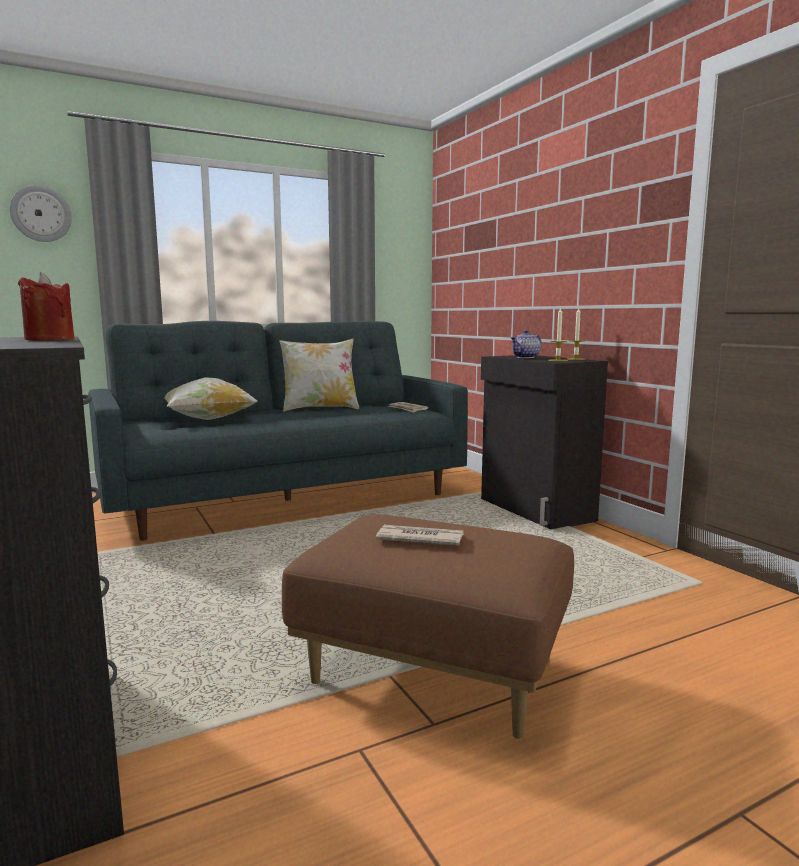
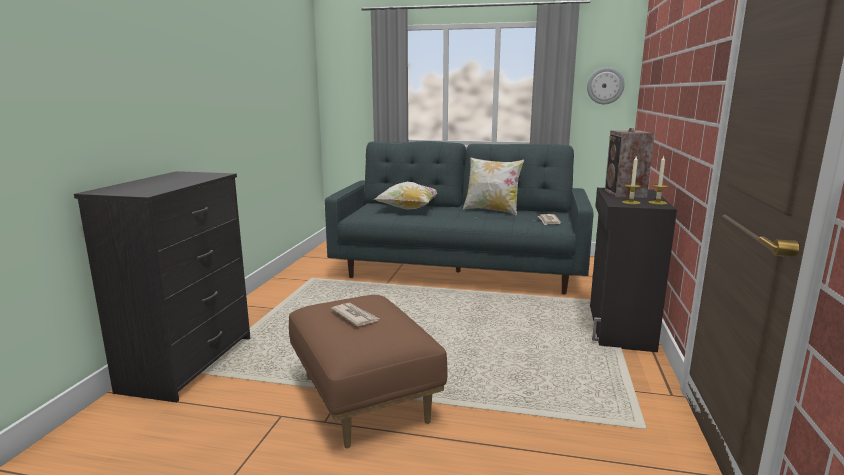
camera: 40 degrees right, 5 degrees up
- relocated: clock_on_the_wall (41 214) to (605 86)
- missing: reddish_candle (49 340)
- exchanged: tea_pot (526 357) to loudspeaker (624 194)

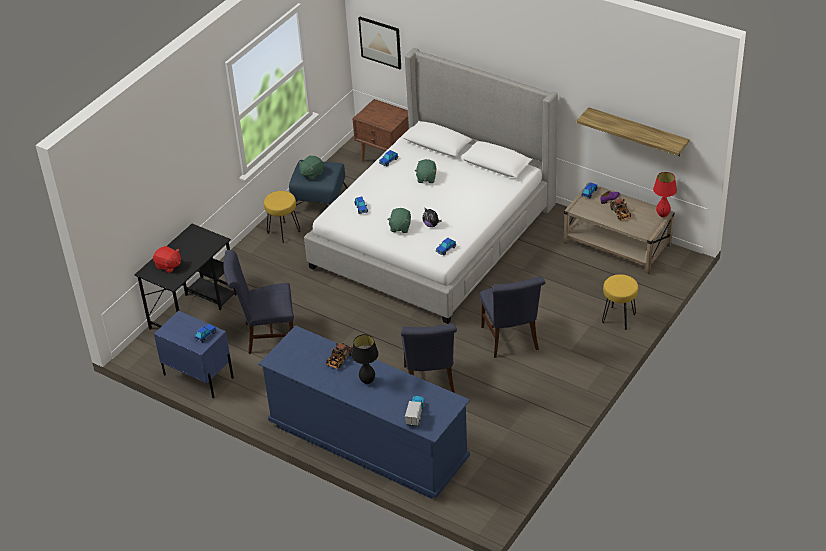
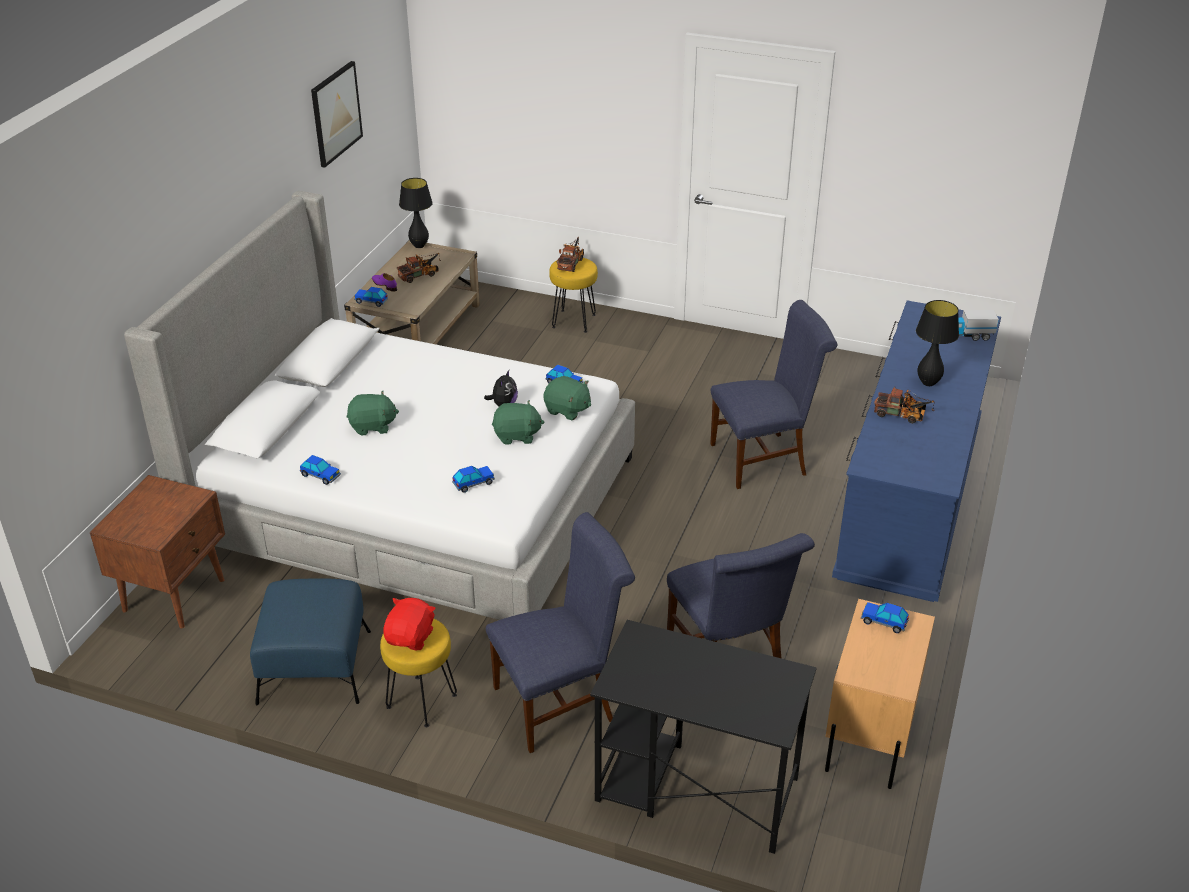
camera: 105 degrees left, 5 degrees down
- relocated: wall_art (380 42) to (336 113)
- missing: bracket_shelf (637 132)
- relocated: green_cuddly_toy (311 173) to (567 410)
- colour: reddish_table_lamp (663 215) to black_table_lamp (419 246)
- relocated: reddish_cuddly_toy (168 266) to (411 637)
- relocated: bluish_upright_chair (511 340) to (561 702)
- colour: bluish_night_table (198 376) to sand-coloured_night_table (869 733)
- appeared: toy_truck (571 263)

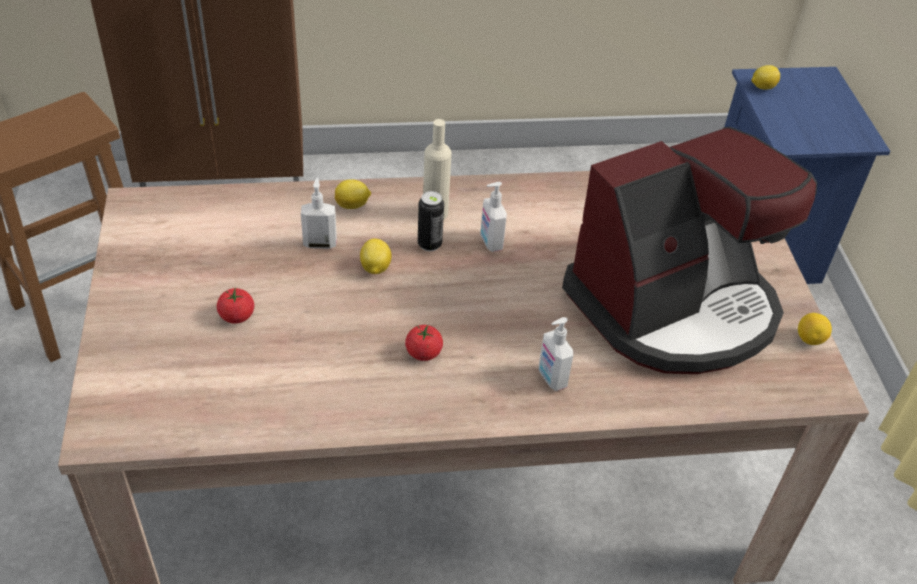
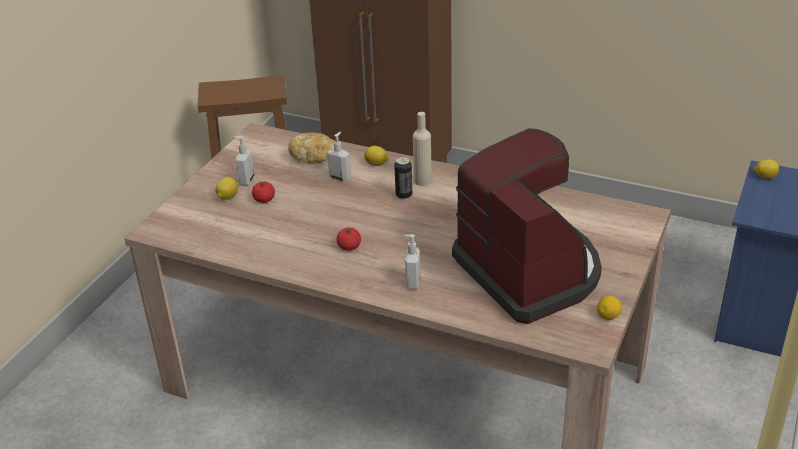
camera: 35 degrees right, 10 degrees down
- spun: coffee_machine (674 307) = (529 271) 120 degrees counterclockwise
- relocated: liquid_soap_bottle (490 242) to (246 180)
- relocated: lemon (375 268) to (227 197)
- appeared: baked_bread (314 157)

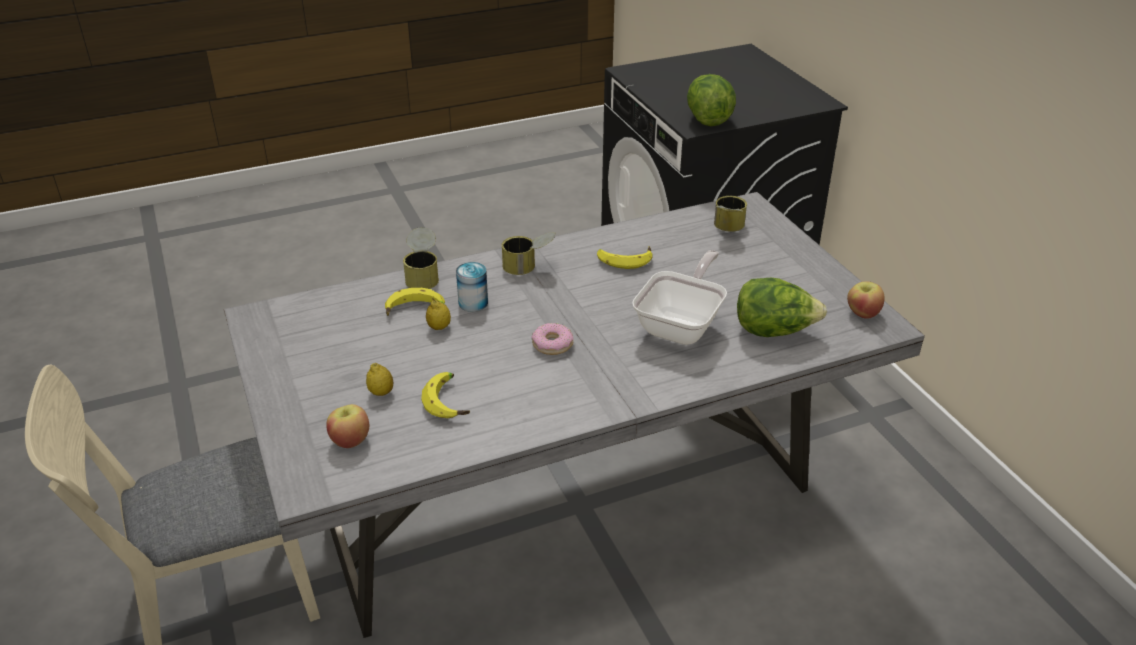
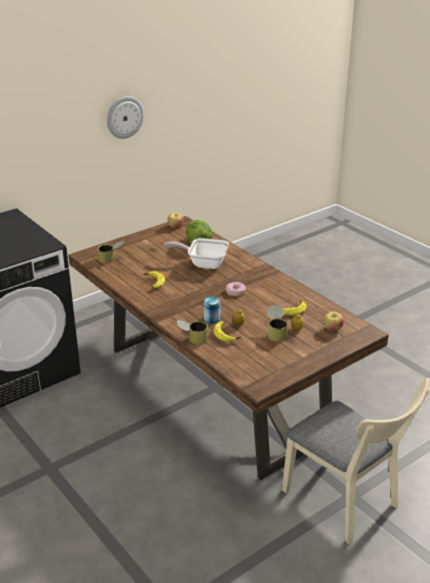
camera: 105 degrees left, 5 degrees down
- missing: head_of_lettuce (708 118)
- colour: greyish_dinner_table (569 499) to brown_dinner_table (213 391)
- relocated: can (528 267) to (276 332)
- appeared: clock_on_the_wall (124 117)

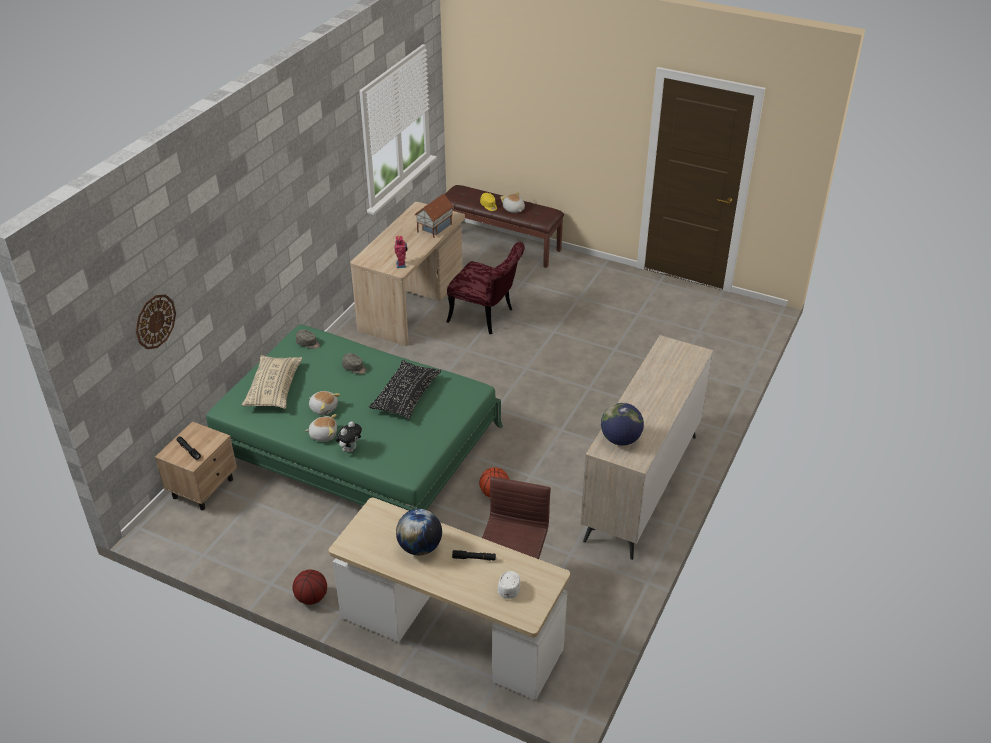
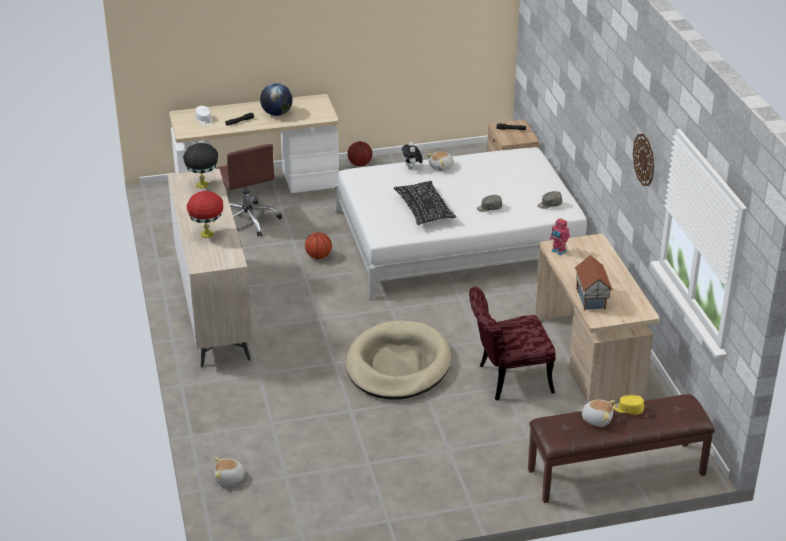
camera: 140 degrees right, 5 degrees down
- relocated: clock_on_the_wall (155 321) to (644 159)
- colour: green_sleeping_bed (356 443) to white_sleeping_bed (458 239)
- missing: sand-coloured_pillow (274 389)
- relocated: cuddly_toy (324 408) to (230 478)
- exchanged: globe (620 439) to black_table_lamp (203 184)
- appeared: reddish_table_lamp (207 234)
- appeared: sand-coloured_dog_bed (398 365)

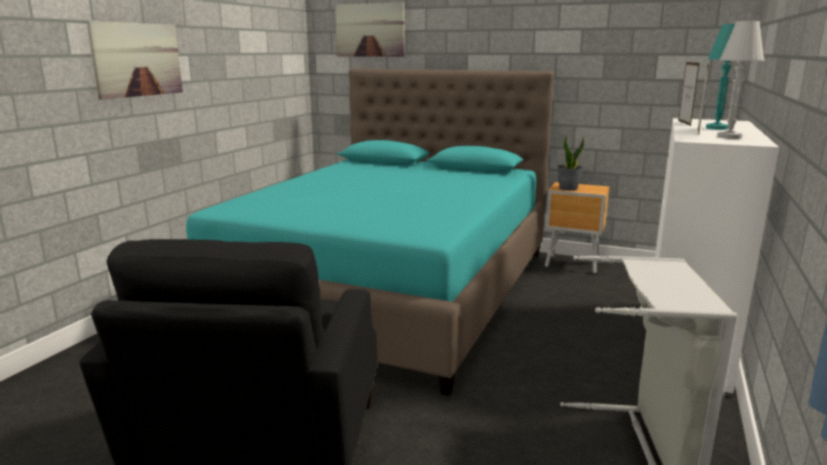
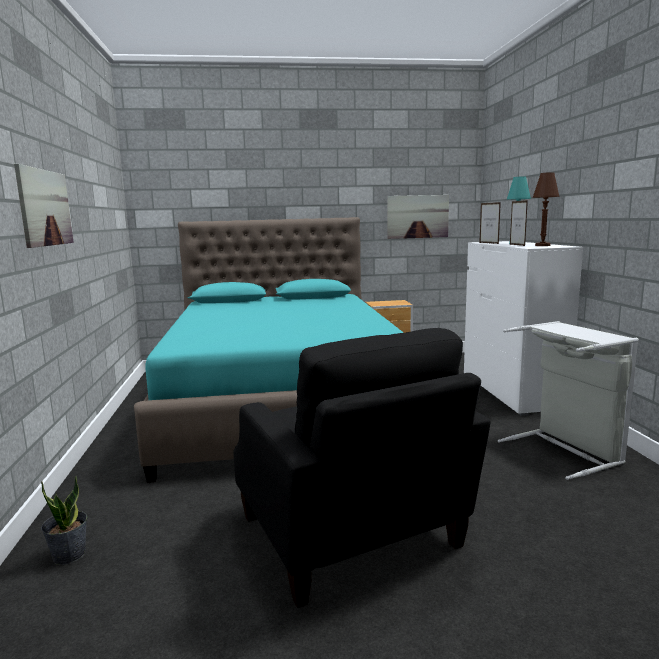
camera: 30 degrees left, 5 degrees down
- relocated: wall_art (370 30) to (417 216)
- colour: white_table_lamp (729 137) to brown_table_lamp (542 245)
- relocated: potted_plant (568 188) to (69 555)

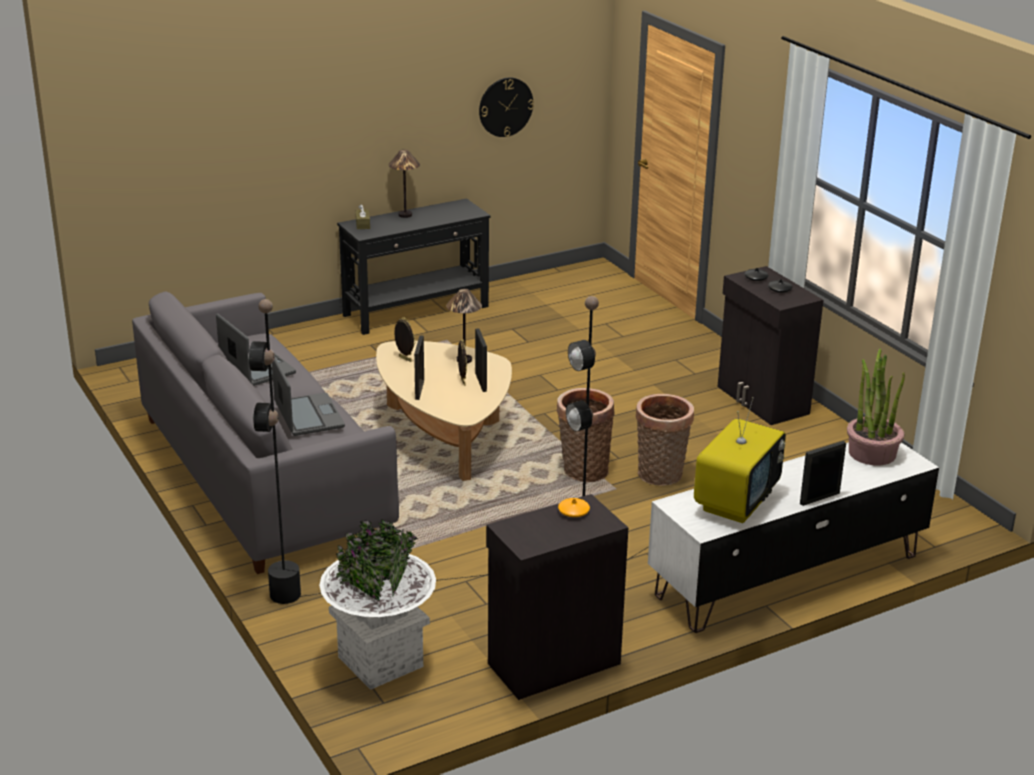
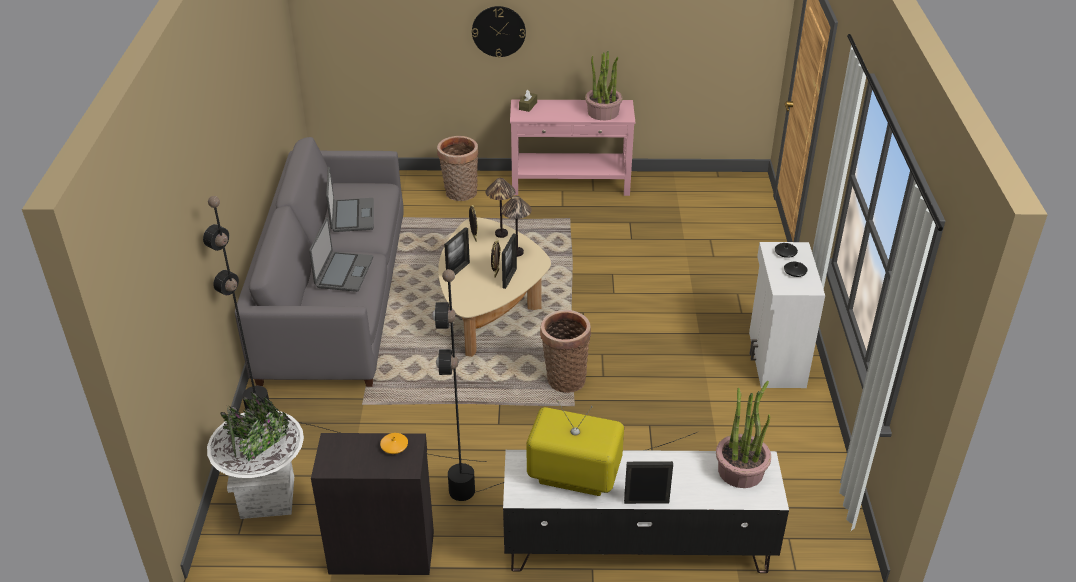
camera: 30 degrees right, 10 degrees up
- relocated: clock_on_the_wall (505 107) to (498 31)
- relocated: table_lamp (405 215) to (501 234)
- colour: black_console_table (417 311) to pink_console_table (571 184)
- colour: black_cabinet (762 401) to white_cabinet (775 360)
- relocated: household_basket (660 476) to (460 194)
- spun: TV_set (736 501) = (573 476) 135 degrees counterclockwise
- appeared: potted_plant (603 112)

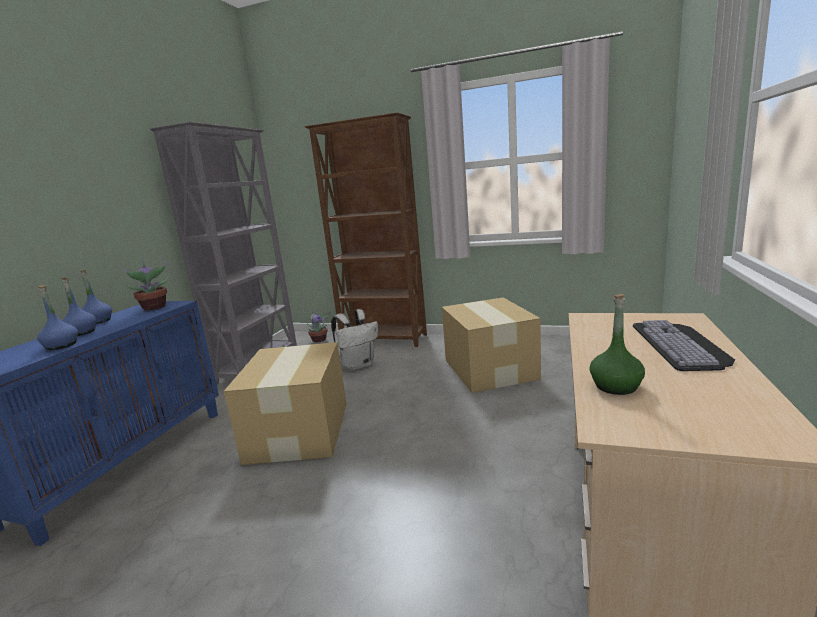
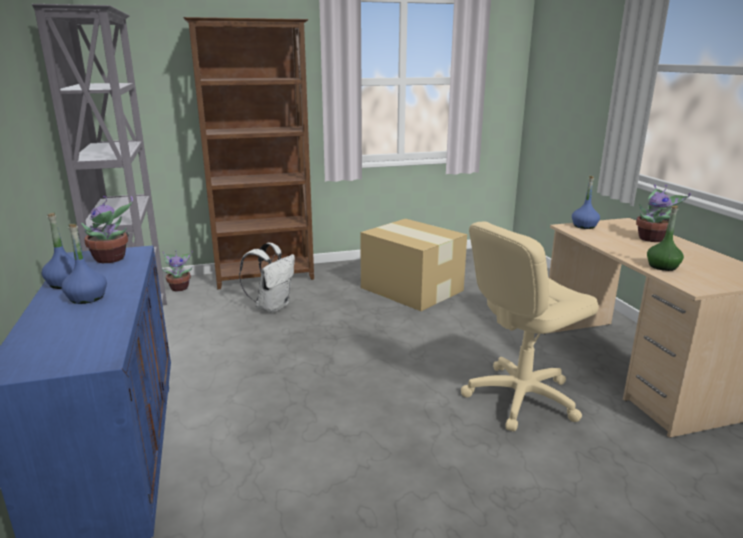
camera: 35 degrees left, 5 degrees up
- relocated: bluish_bottle (61 345) to (584 226)
- exchanged: PC_keyboard (682 345) to potted_plant (652 239)
- missing: carton (300 430)
- appeared: sand-coloured_desk_chair (520 397)

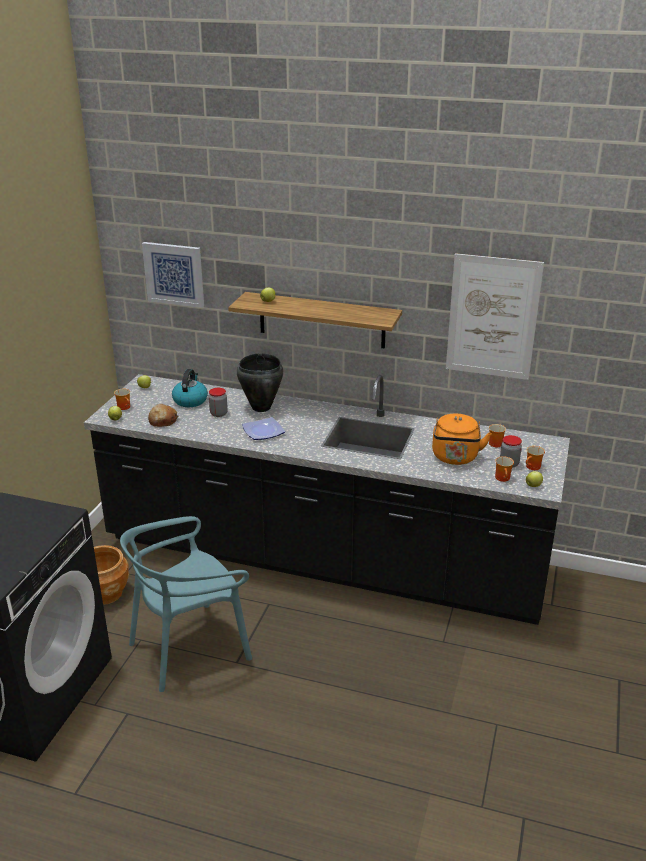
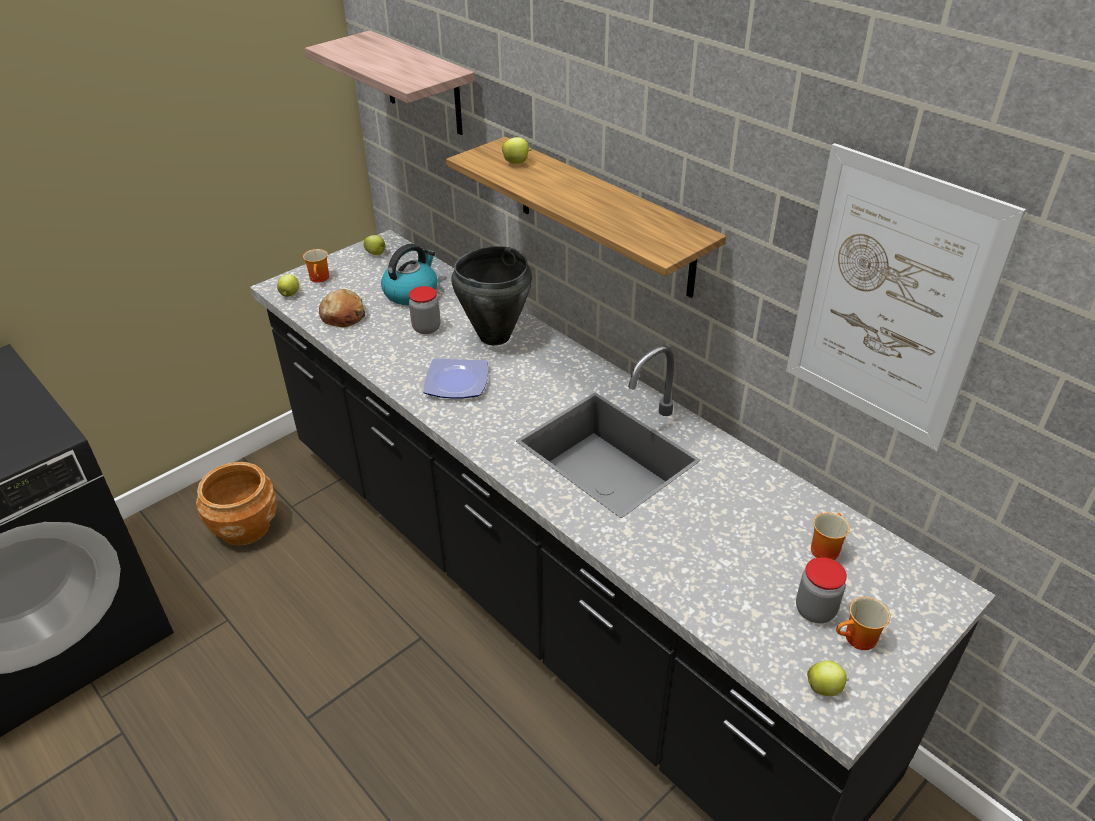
camera: 30 degrees right, 10 degrees up
- exchanged: wall_art (174 274) to bracket_shelf (422 84)
- missing: orange-coloured_kettle (455 458)
- missing: tea_mug (504 478)
- missing: turquoise_upright_chair (189 648)

